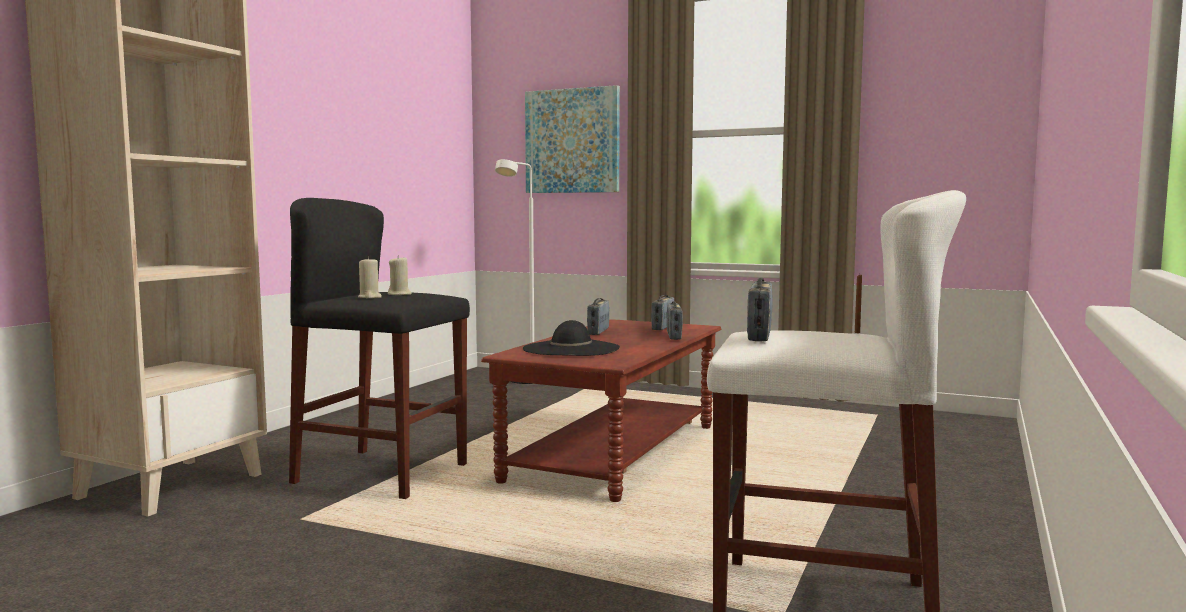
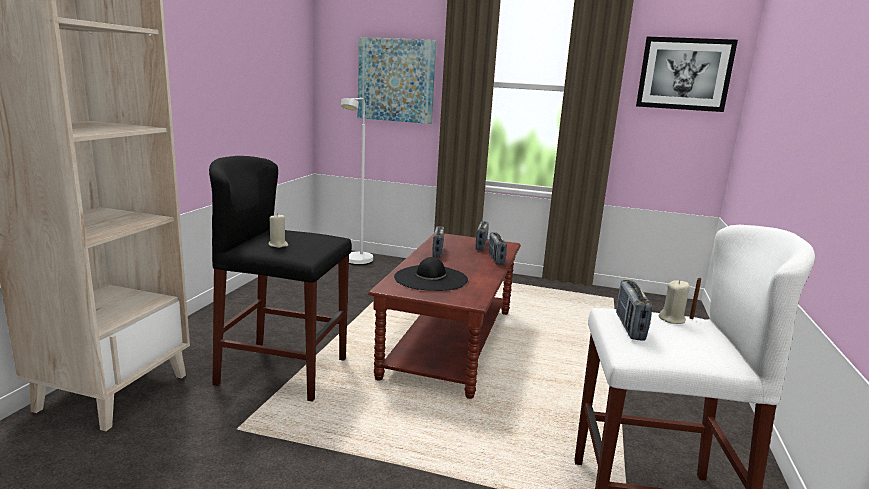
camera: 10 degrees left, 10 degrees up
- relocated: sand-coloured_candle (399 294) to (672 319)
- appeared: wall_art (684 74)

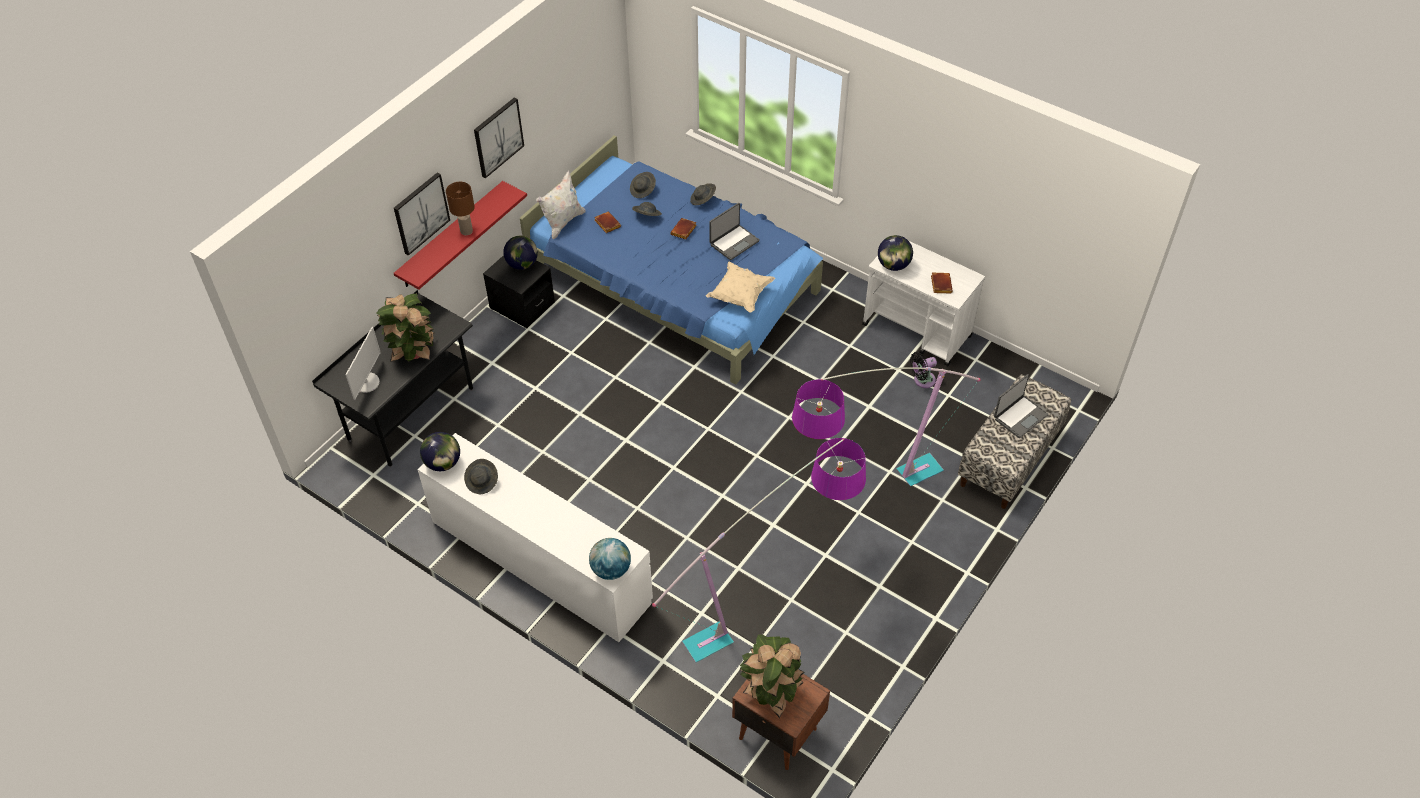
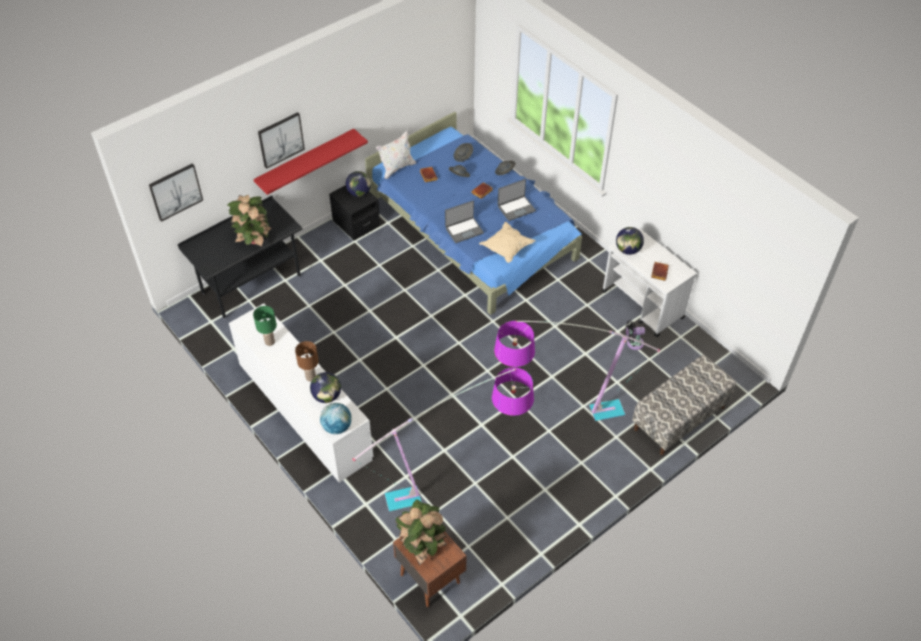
camera: 15 degrees right, 0 degrees up
- relocated: wall_art (498 137) to (175 191)
- relocated: brown_table_lamp (466 231) to (310 377)
- missing: computer_display (366 382)
- relocated: portable_computer (1019 416) to (464 230)
- relocated: globe (443 463) to (327 396)
- exchanged: greyish_wearable_hat (482 481) to green_table_lamp (270 342)

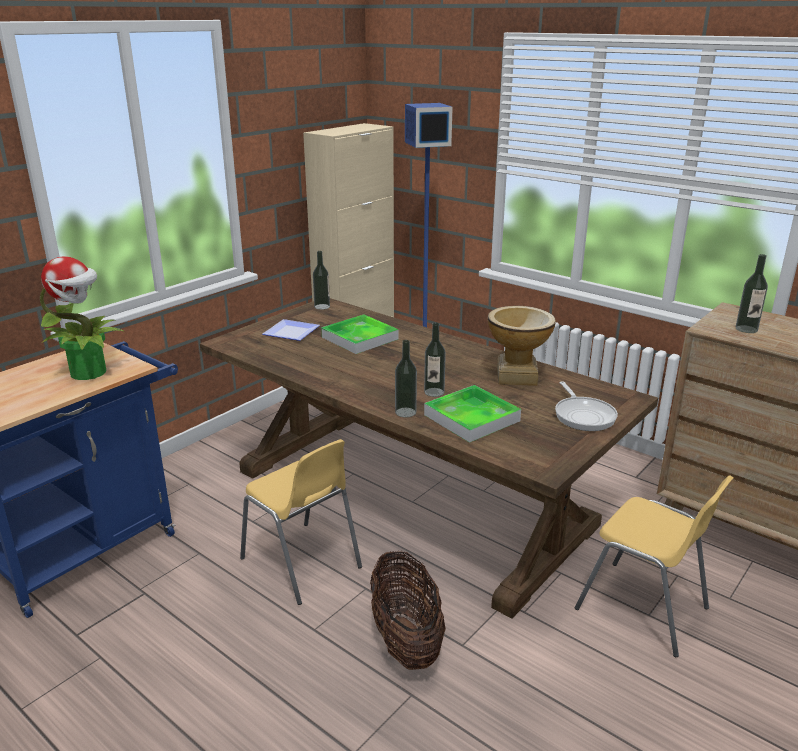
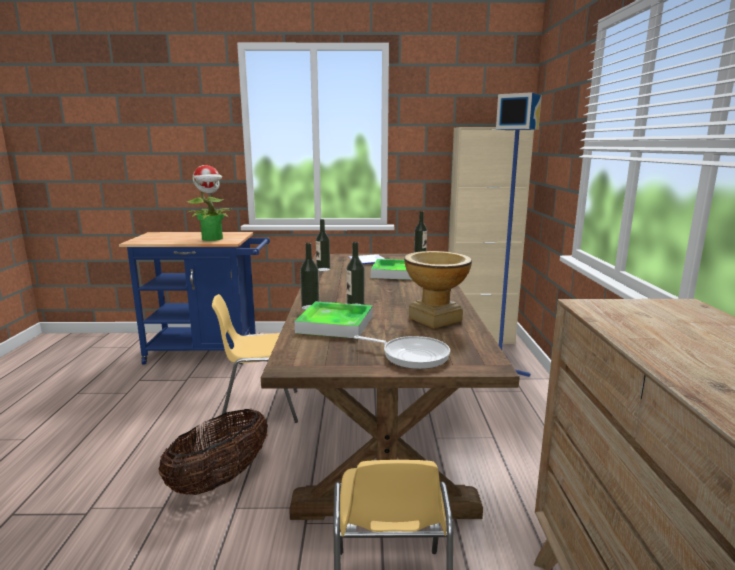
camera: 50 degrees right, 10 degrees down
- relocated: bottle (746 329) to (323 269)
- spun: frying_pan (583 415) = (411 356) 105 degrees counterclockwise
- spun: yellow_upright_chair (302 563) = (259 408) 75 degrees clockwise

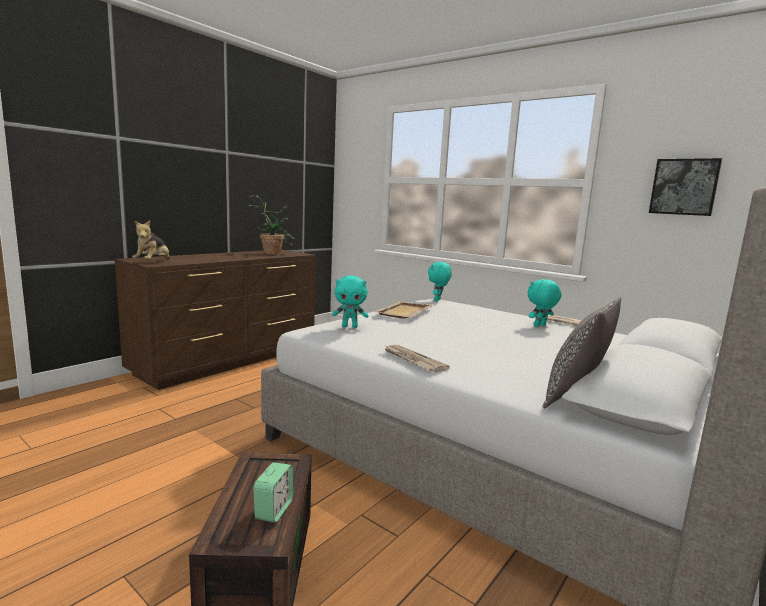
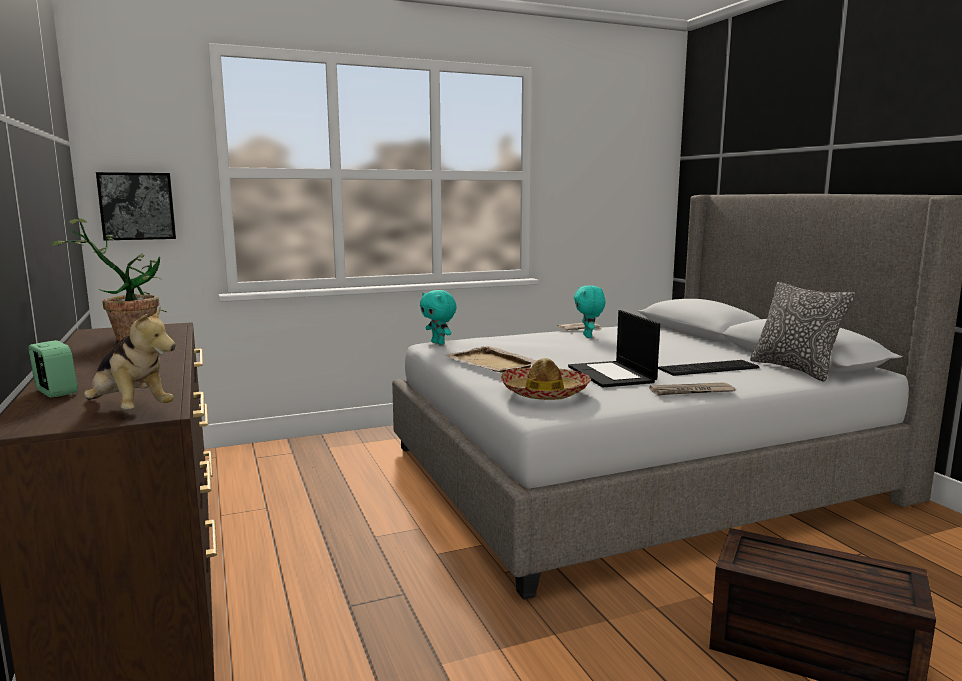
camera: 60 degrees left, 0 degrees up
- relocated: wall_art (684 187) to (137 206)
- exchanged: turquoise_cuddly_toy (350 326) to wearable_hat (544 392)
- relocated: bedside_clock (274 510) to (56 392)
- appeared: portable_computer (612 375)
- appeared: PC_keyboard (710 368)

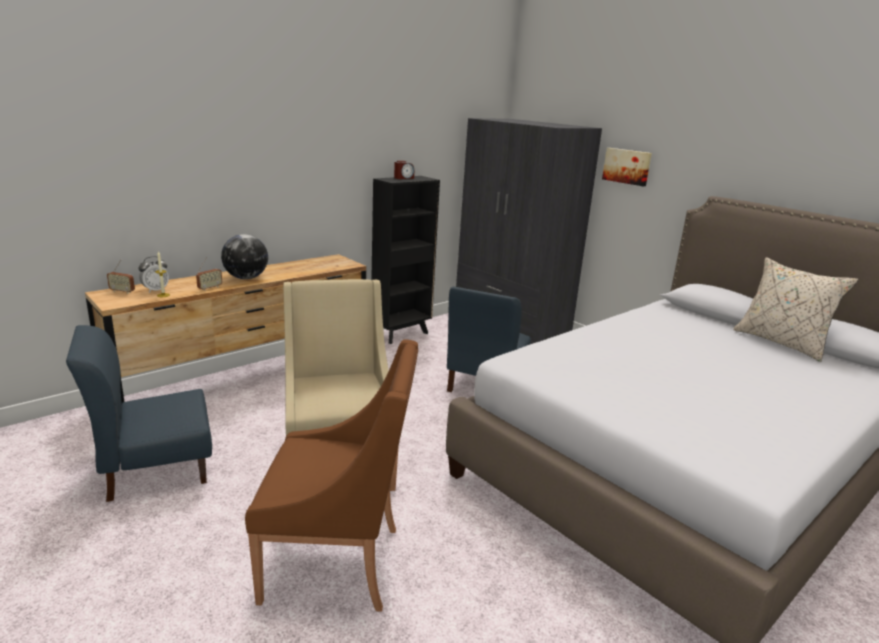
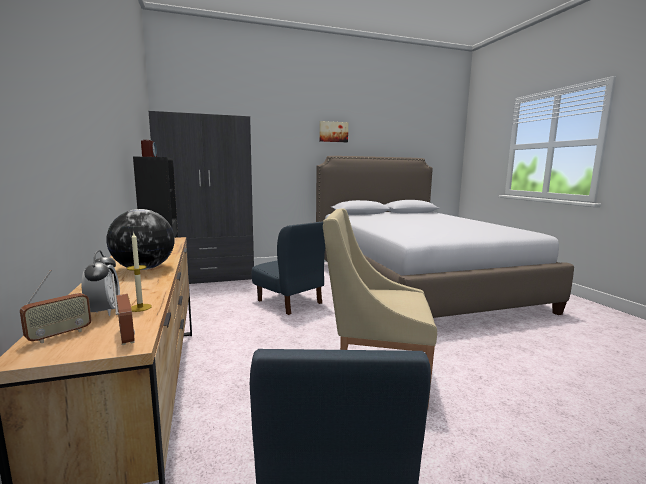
camera: 65 degrees left, 10 degrees down
- relocated: wall_art (627 166) to (333 132)
- missing: sand-coloured_pillow (781 343)
- relocated: radio_set (210 288) to (126 337)
- missing: brown_lounge_chair (338 562)

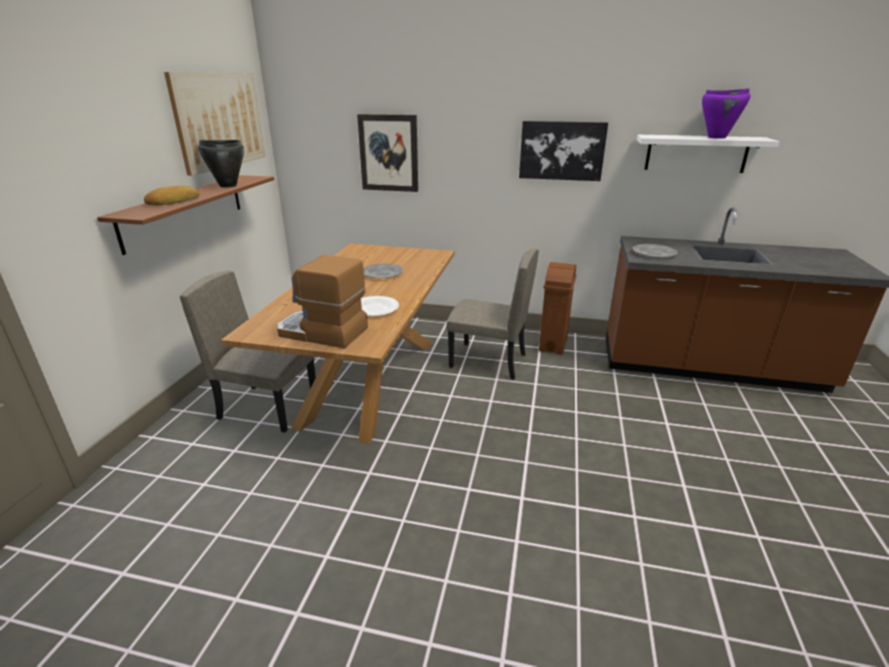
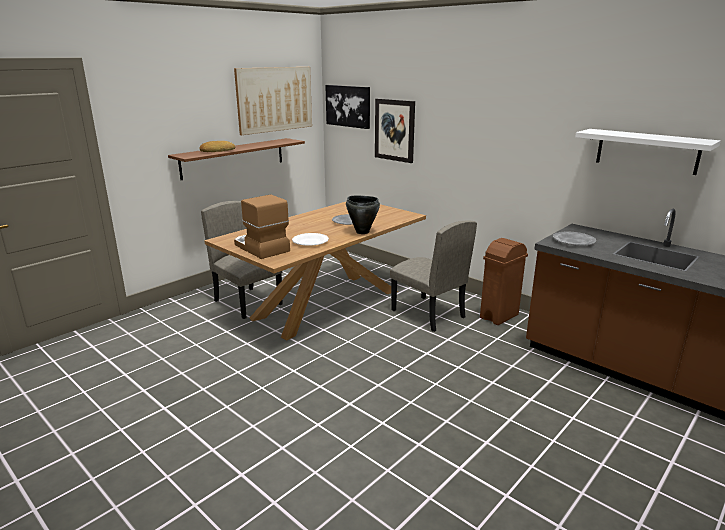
camera: 30 degrees right, 5 degrees down
- missing: purplish_cooking_pot (717 137)
- relocated: wall_art (561 150) to (348 106)
- relocated: black_cooking_pot (228 186) to (362 232)

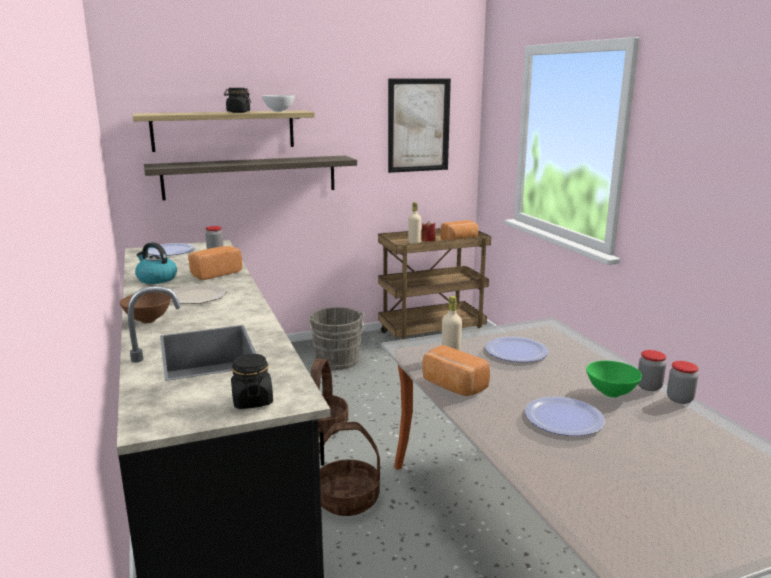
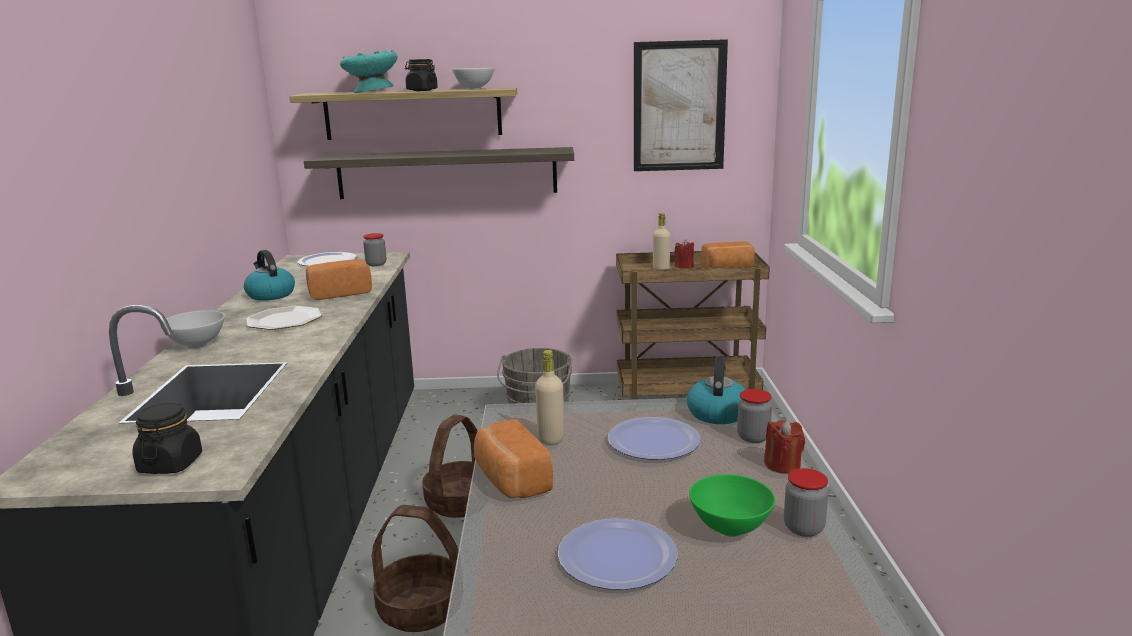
camera: 20 degrees right, 0 degrees up
- colour: brown_bowl (148 320) to white_bowl (198 345)
- relocated: storage_jar (679 399) to (753 437)
- appeared: turquoise_bowl (371 92)
- appeared: kettle (717 413)
- appeared: reddish_candle (782 465)

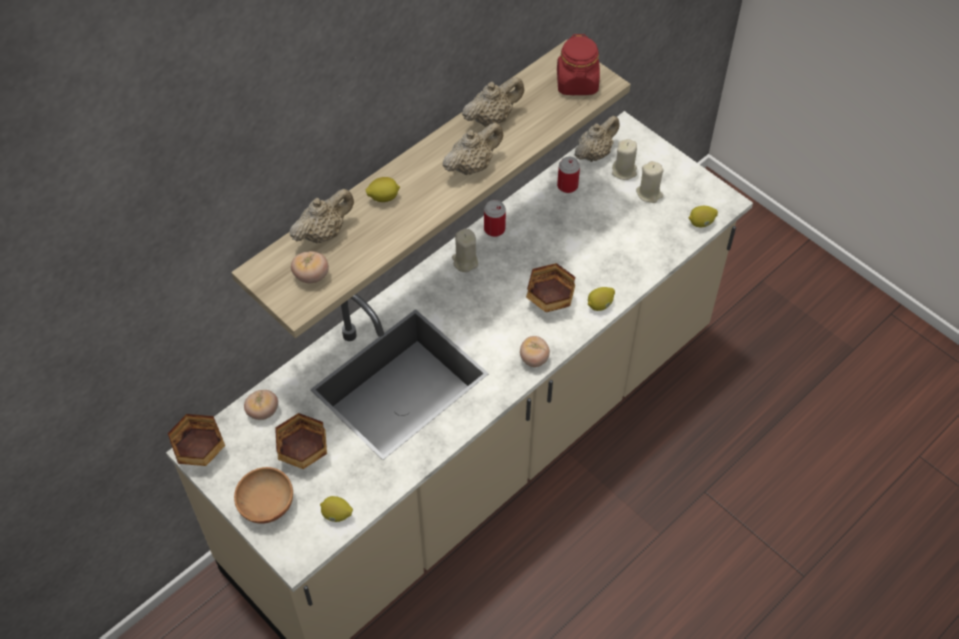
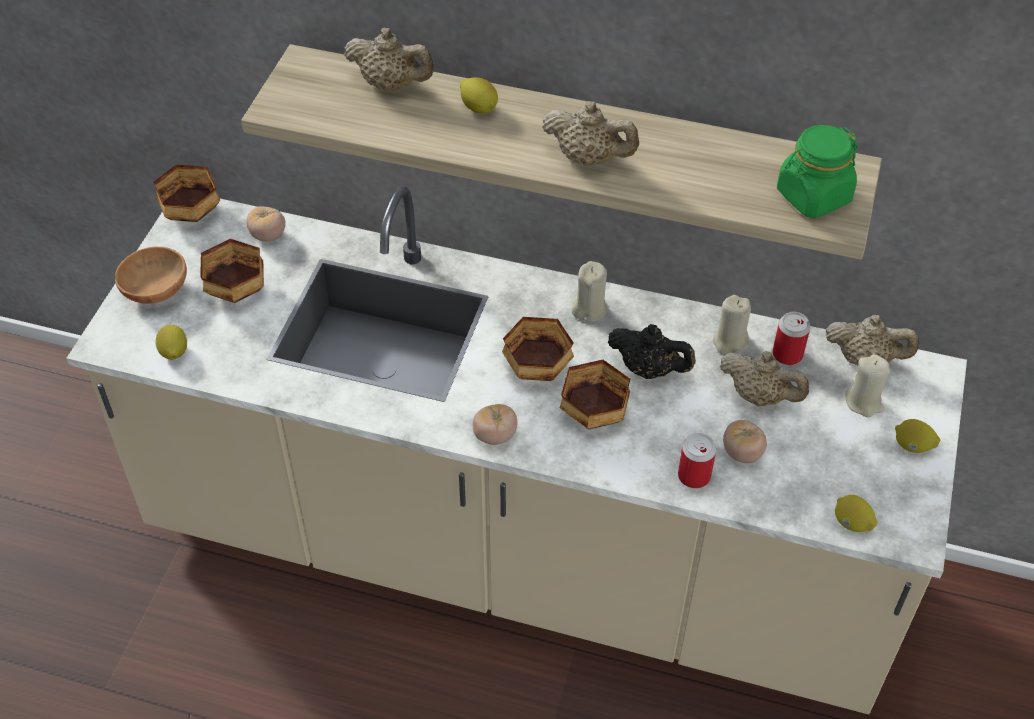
camera: 60 degrees right, 5 degrees down
- colour: reddish_storage_jar (577 83) to green_storage_jar (813 196)
- relocated: sand-coloured_tea_pot (492 118) to (759 396)
- relocated: sand-coloured_candle (649 193) to (730 342)
- relocated: can (494 229) to (694 476)
- relocated: tomato (311 276) to (742 453)
- relocated: lemon (600 305) to (912 446)
- appeared: bowl (535 369)
- appeared: black_tea_pot (649 369)

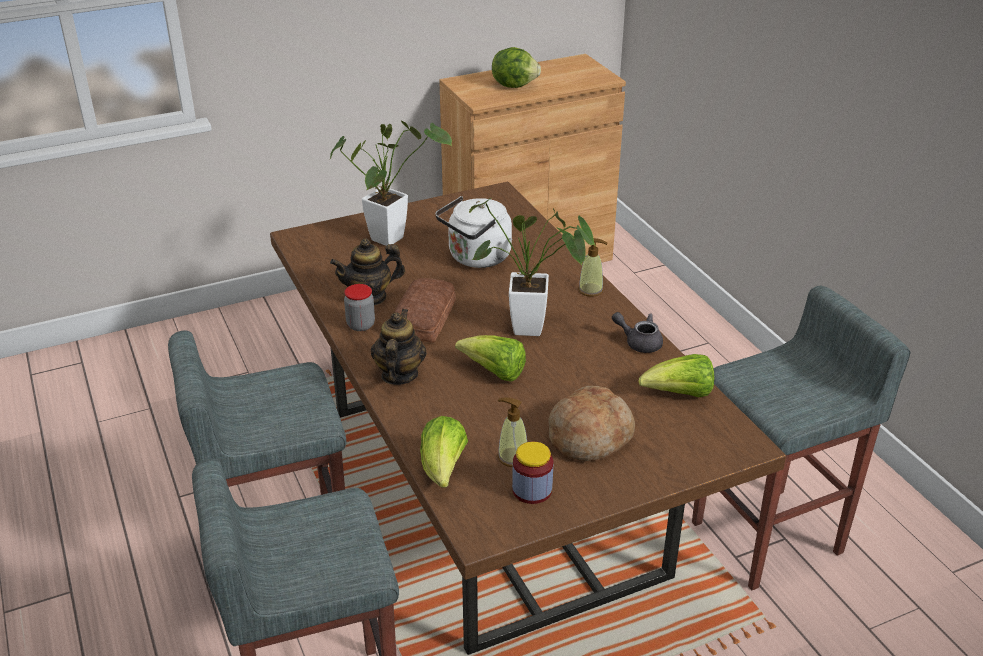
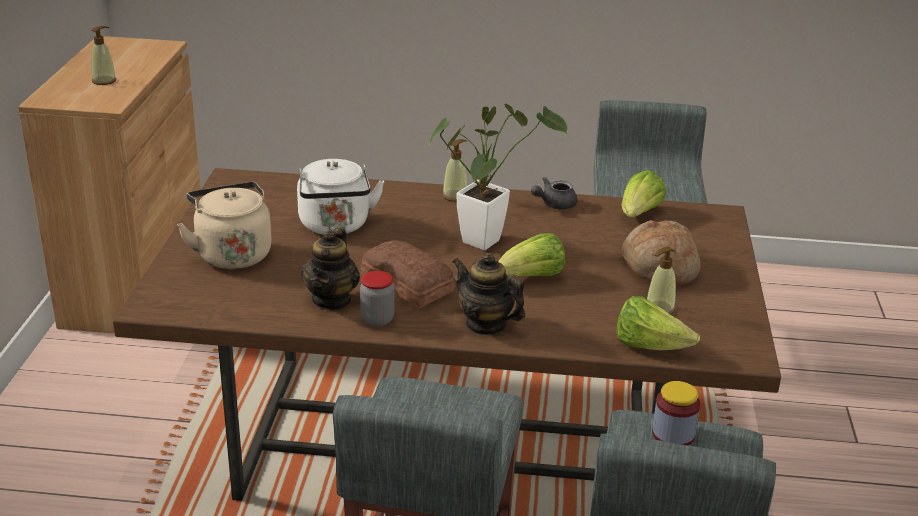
camera: 60 degrees left, 5 degrees down
- exchanged: head_of_lettuce (514 85) to liquid_soap_bottle (104 81)
- exchanged: potted_plant (392 236) to sand-coloured_kettle (232 253)
- relocated: storage_jar (532 490) to (673 435)

